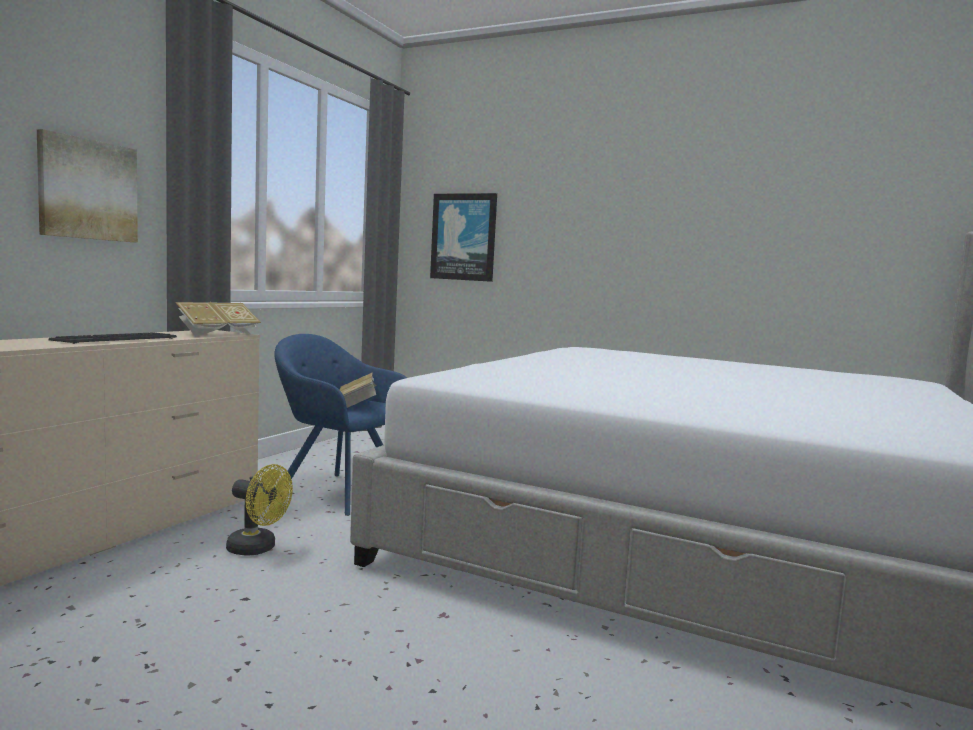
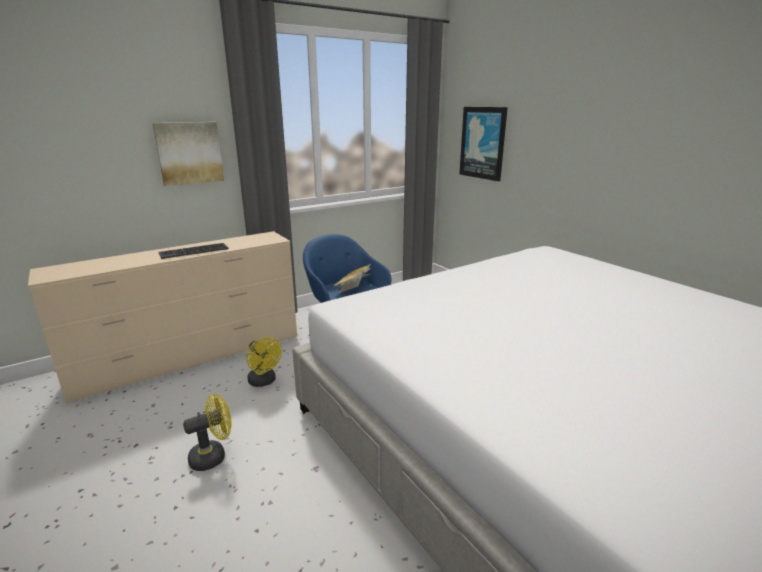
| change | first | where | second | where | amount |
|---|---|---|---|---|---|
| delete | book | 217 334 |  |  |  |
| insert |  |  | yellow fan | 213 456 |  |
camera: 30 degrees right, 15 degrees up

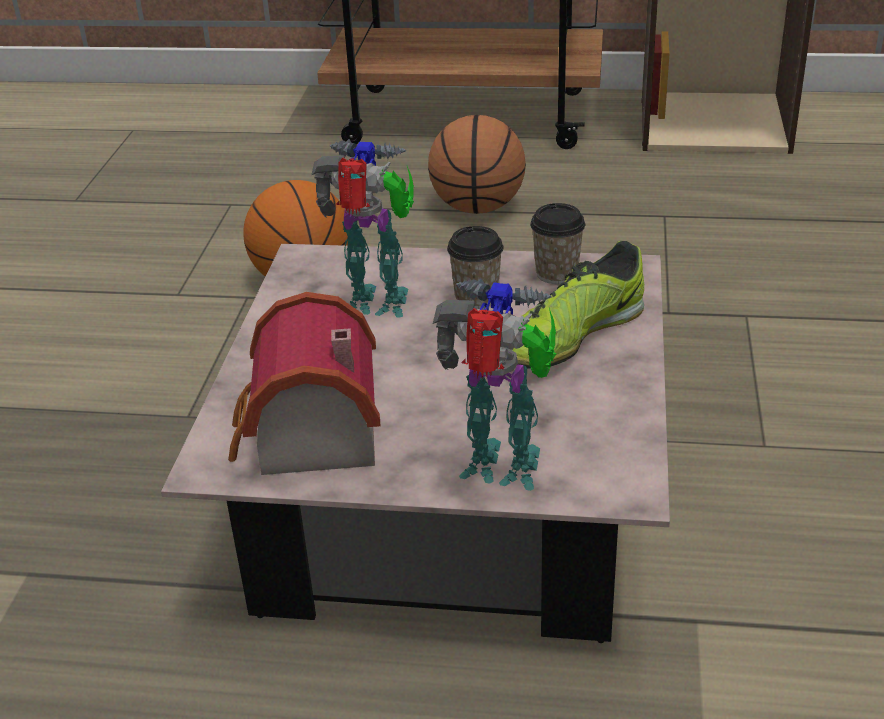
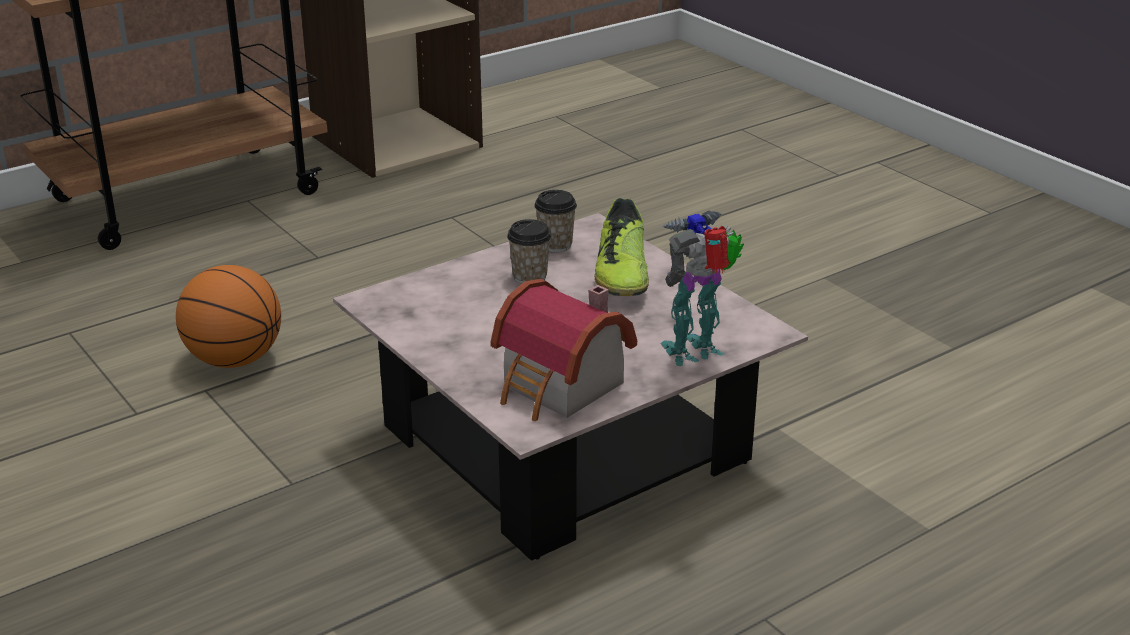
| change | first | where | second | where | amount |
|---|---|---|---|---|---|
| delete | toy robot | 379 306 |  |  |  |
| delete | basketball | 478 208 |  |  |  |
camera: 45 degrees left, 5 degrees down

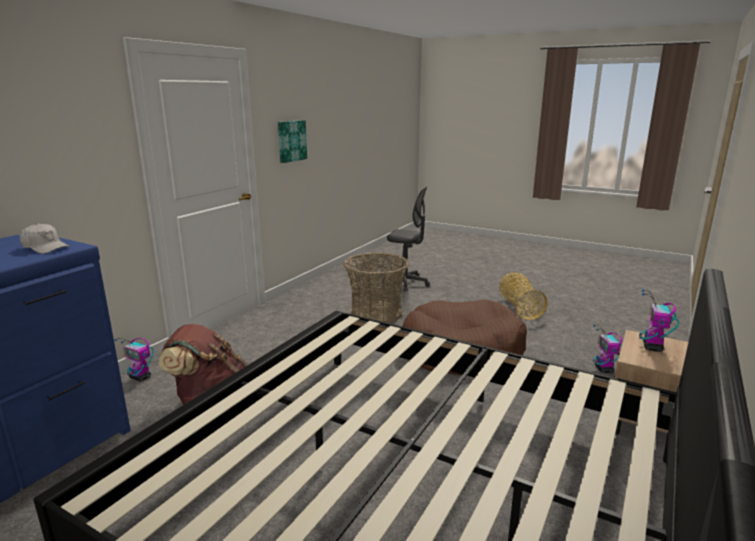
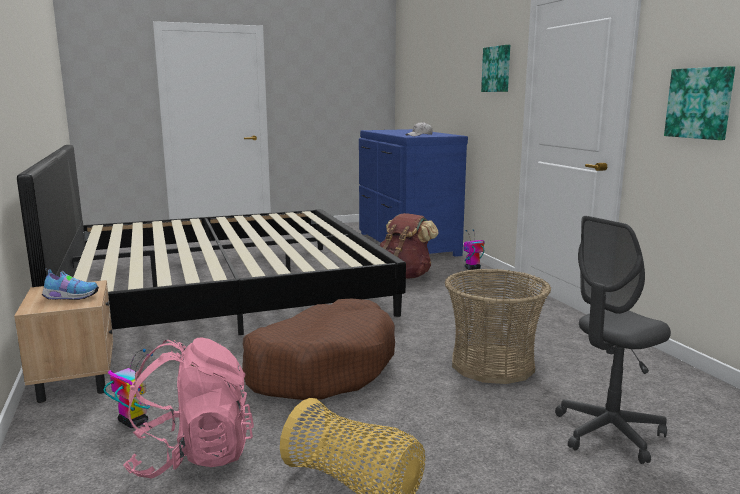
| change | first | where | second | where | amount |
|---|---|---|---|---|---|
| replace | toy robot | 652 347 | shoe | 70 297 |  |
| insert |  |  | pink backpack | 193 456 |  |
| insert |  |  | picture | 497 69 |  |
camera: 130 degrees right, 5 degrees down

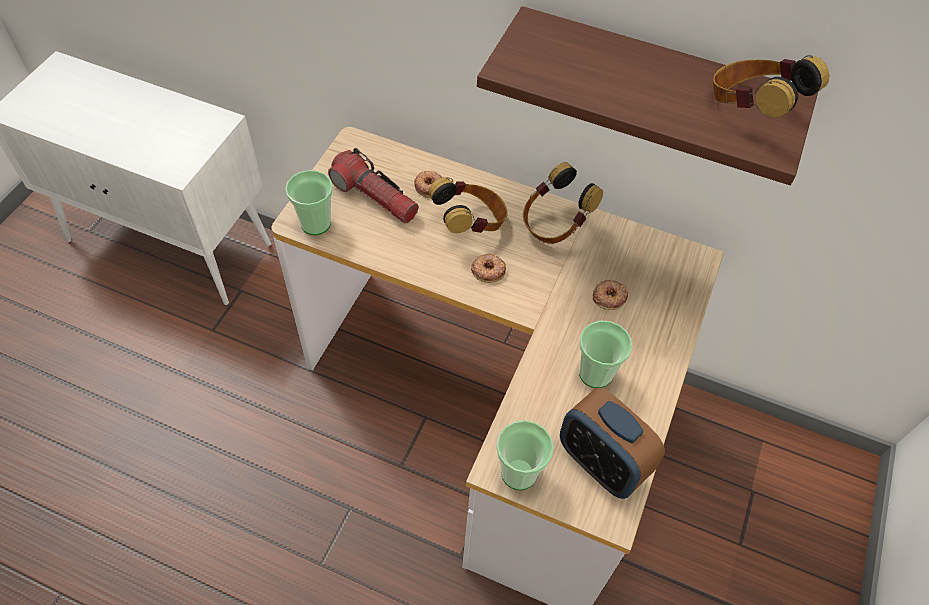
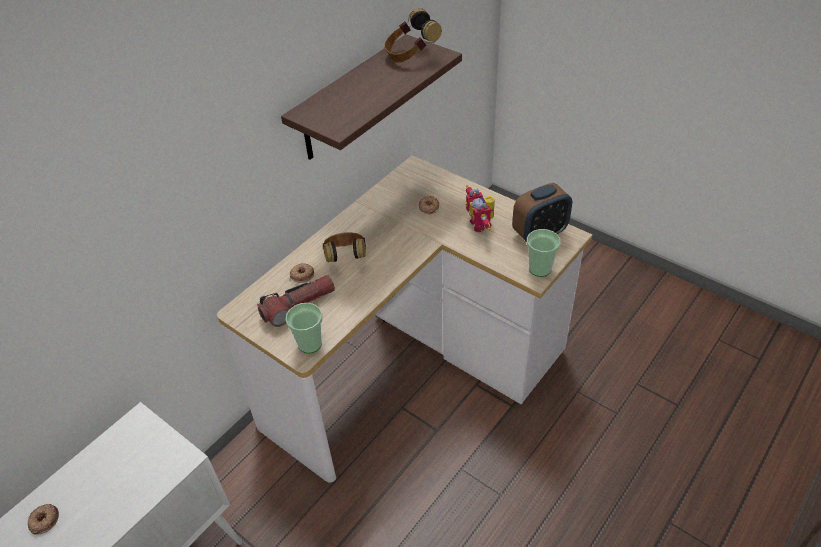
| change | first | where | second | where | amount |
|---|---|---|---|---|---|
| move | donut | 488 270 |  | 44 520 |  |
| delete | headphones | 555 224 |  |  |  |
| replace | cup | 595 373 | toy robot | 481 224 |  |
camera: 70 degrees left, 10 degrees down

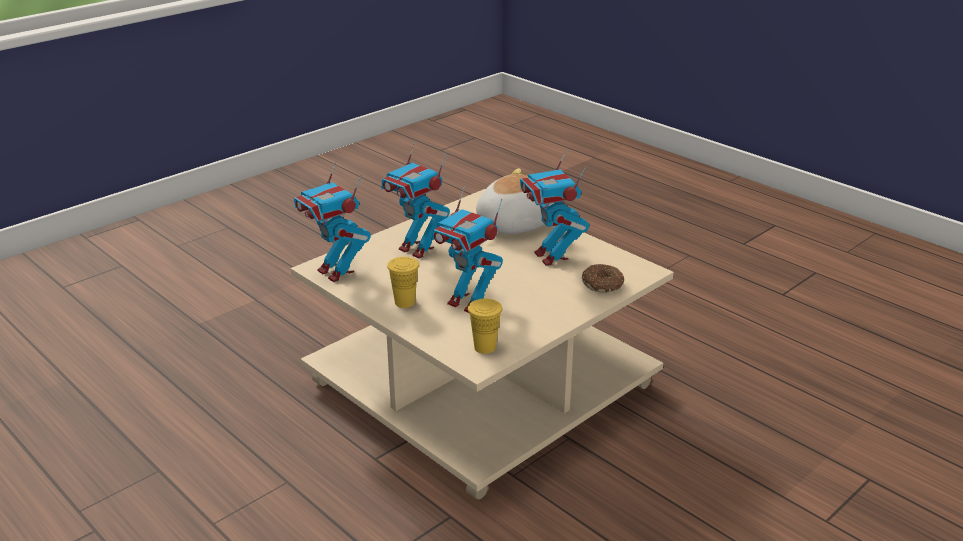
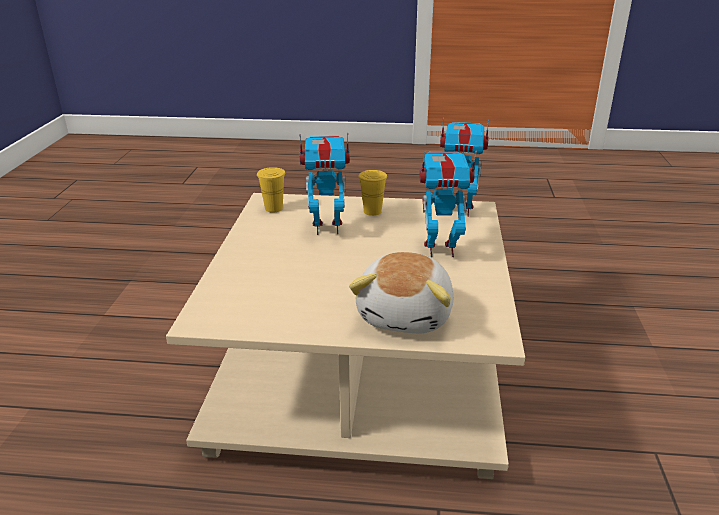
| change | first | where | second | where | amount |
|---|---|---|---|---|---|
| delete | toy robot | 551 257 |  |  |  |
| delete | donut | 603 285 |  |  |  |
camera: 140 degrees right, 0 degrees up

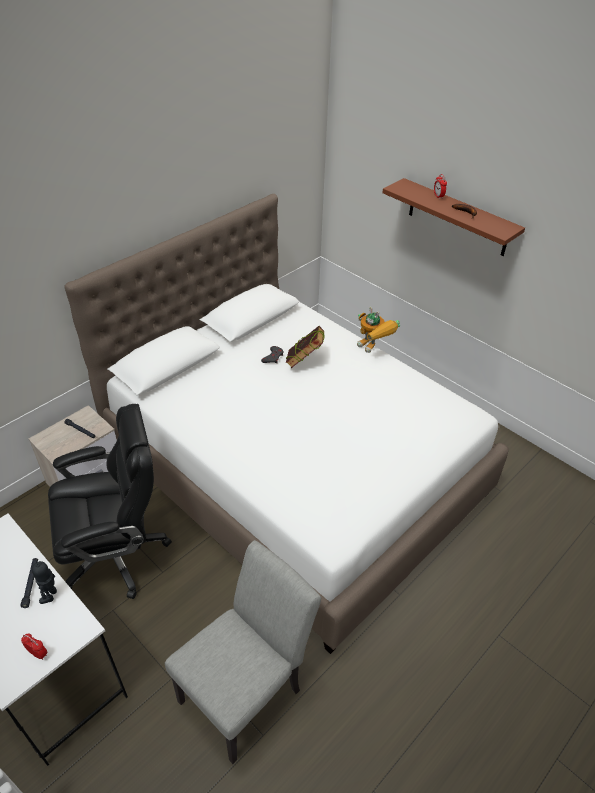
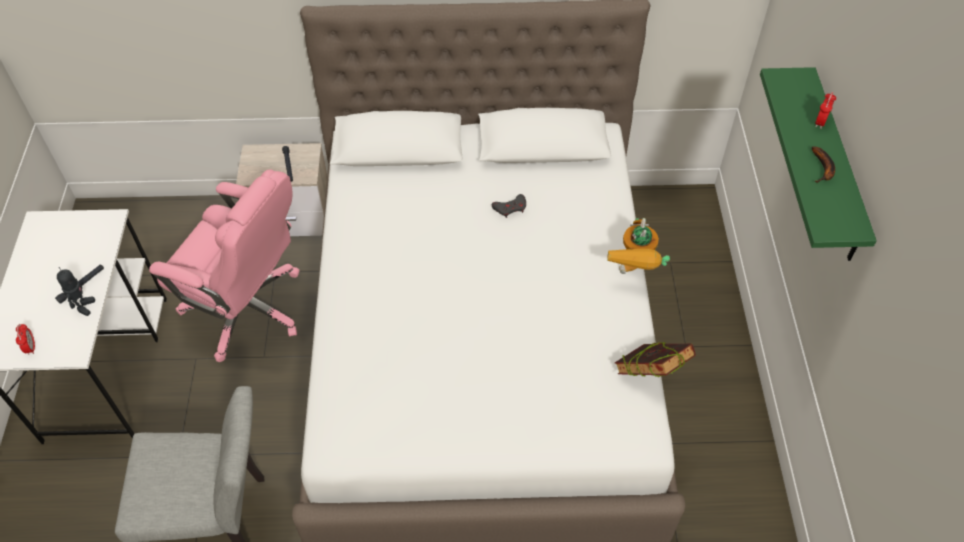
| change | first | where | second | where | amount |
|---|---|---|---|---|---|
| rotate | toy robot | 51 595 |  | 84 306 | 135 degrees clockwise |
| recolor | black office chair | 117 553 | pink office chair | 248 309 |  |
| move | book | 304 362 |  | 650 375 |  |
| recolor | brown shelf | 458 218 | green shelf | 835 168 |  |
camera: 45 degrees right, 10 degrees up

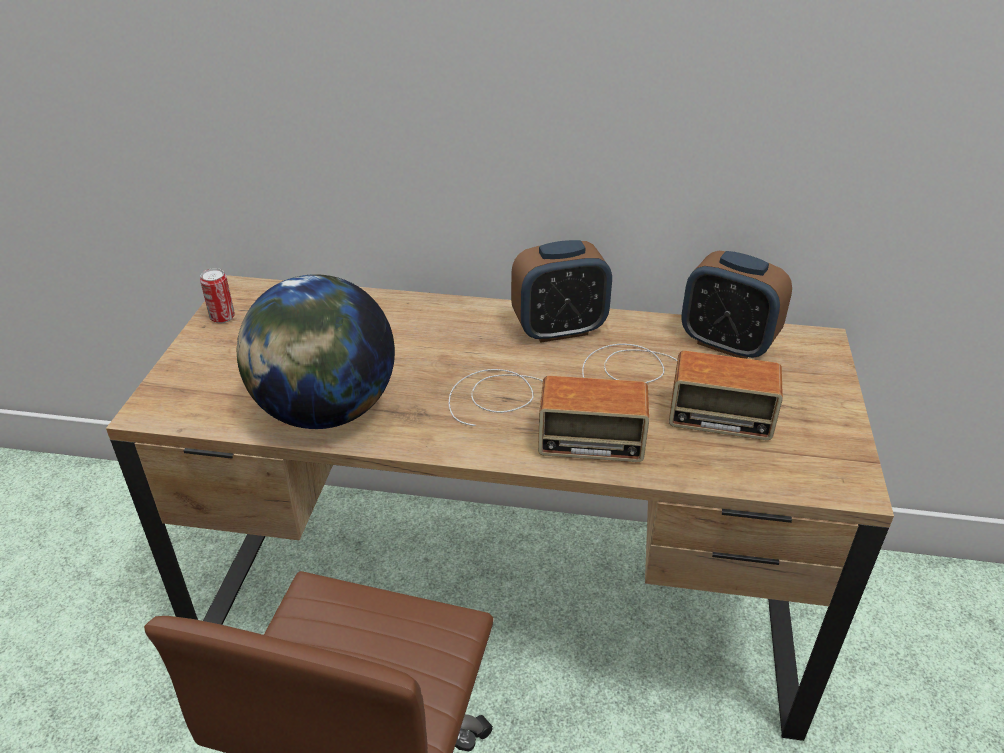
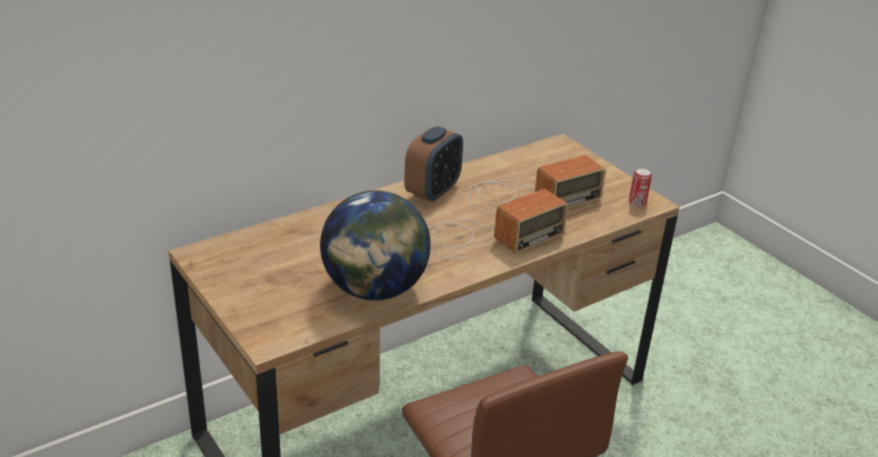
| change | first | where | second | where | amount |
|---|---|---|---|---|---|
| move | can | 222 317 |  | 637 202 |  |
| delete | alarm clock | 727 343 |  |  |  |
camera: 45 degrees left, 5 degrees down

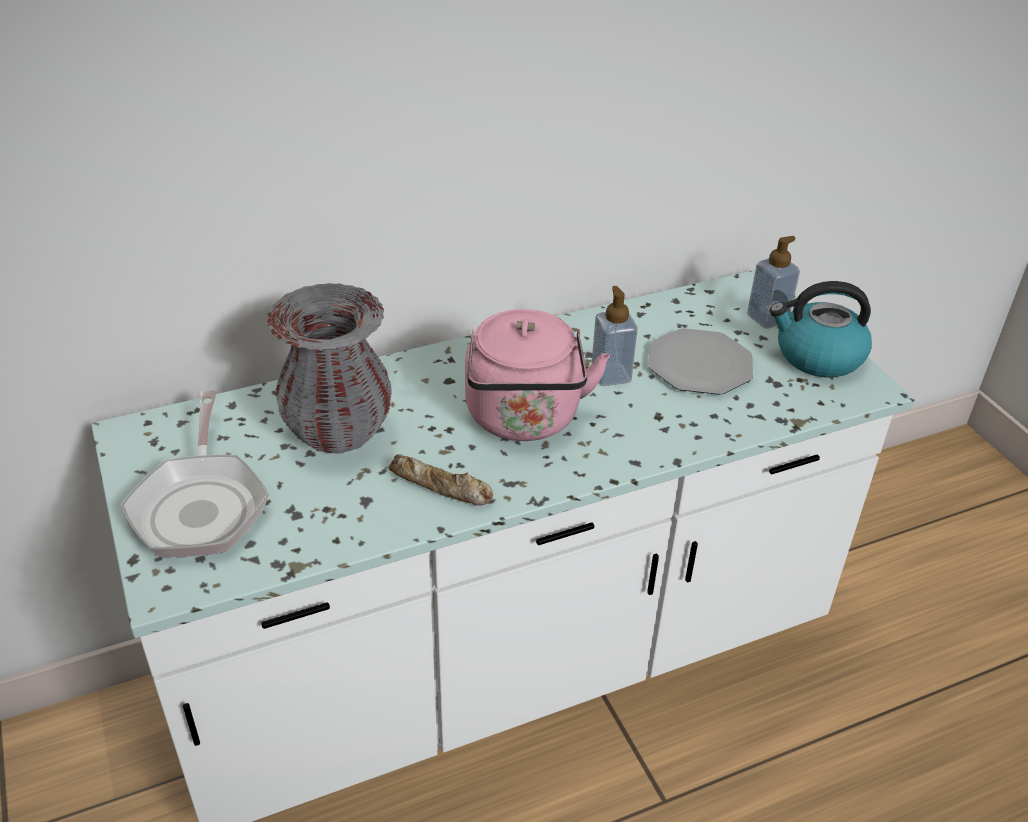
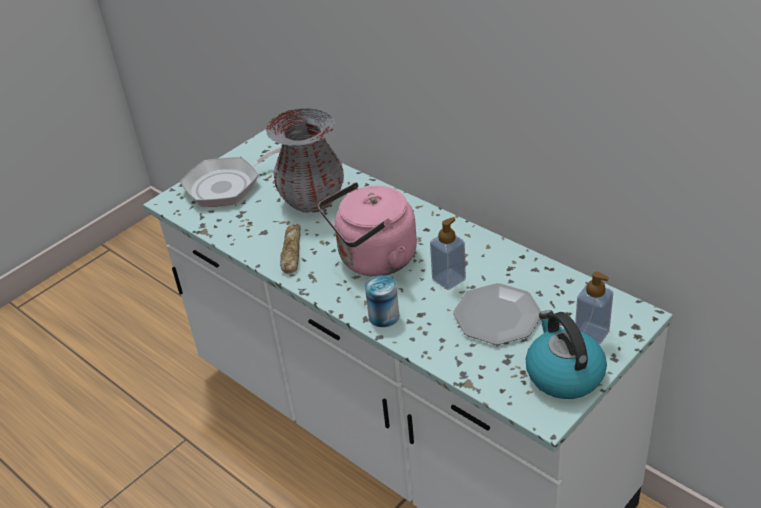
| change | first | where | second | where | amount |
|---|---|---|---|---|---|
| insert |  |  | can | 384 316 |  |
camera: 70 degrees right, 0 degrees up

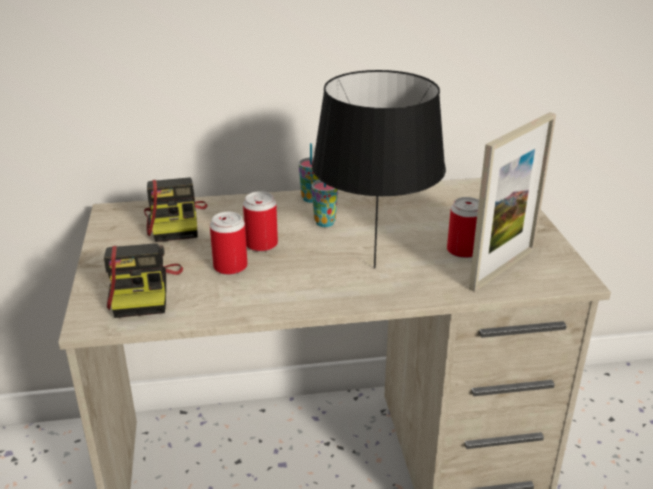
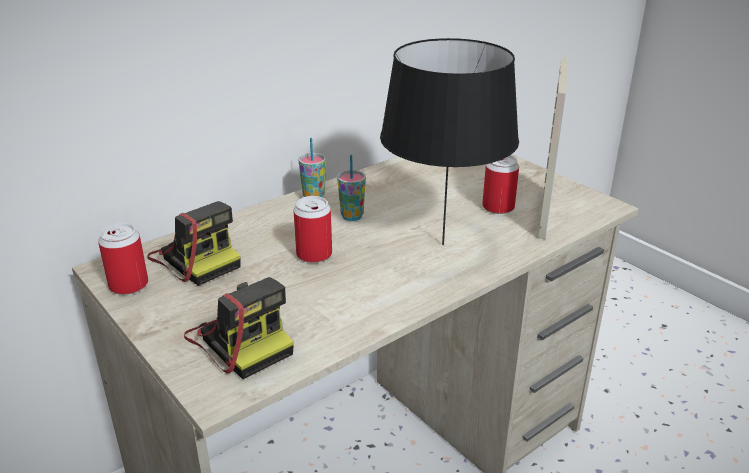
| change | first | where | second | where | amount |
|---|---|---|---|---|---|
| move | can | 230 267 |  | 129 285 |  |
camera: 30 degrees left, 0 degrees up

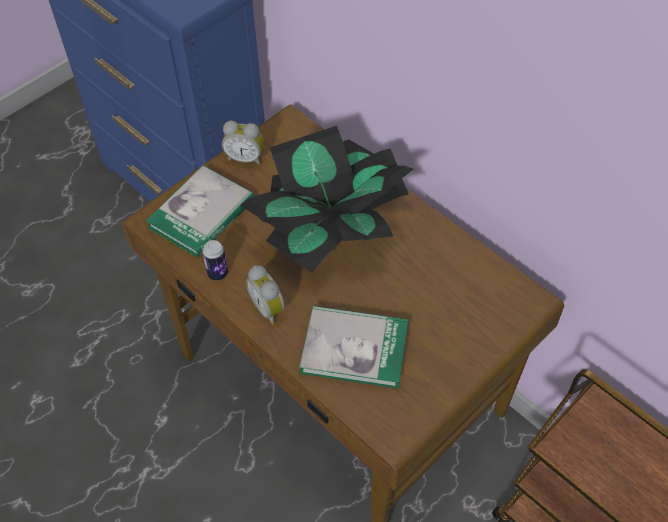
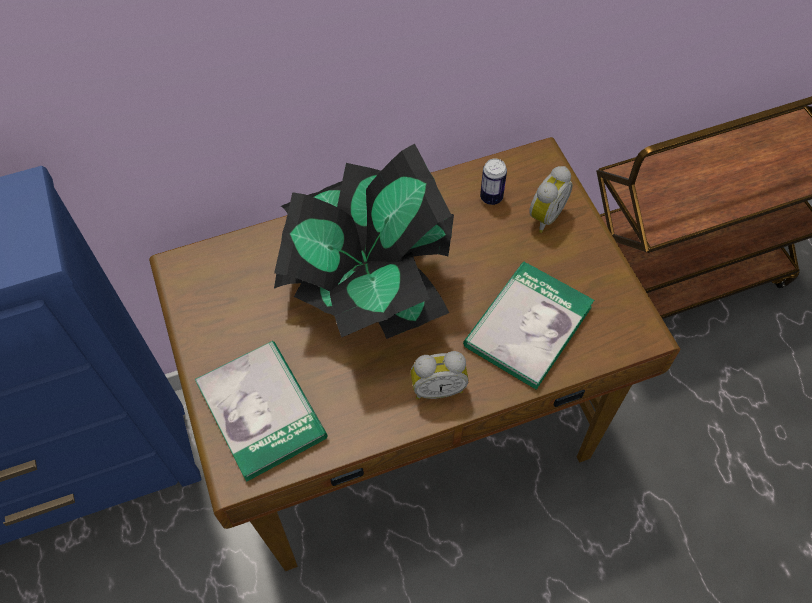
| change | first | where | second | where | amount |
|---|---|---|---|---|---|
| move | can | 217 273 |  | 491 197 |  |
| move | alarm clock | 245 158 |  | 544 215 |  |
camera: 65 degrees left, 5 degrees up

